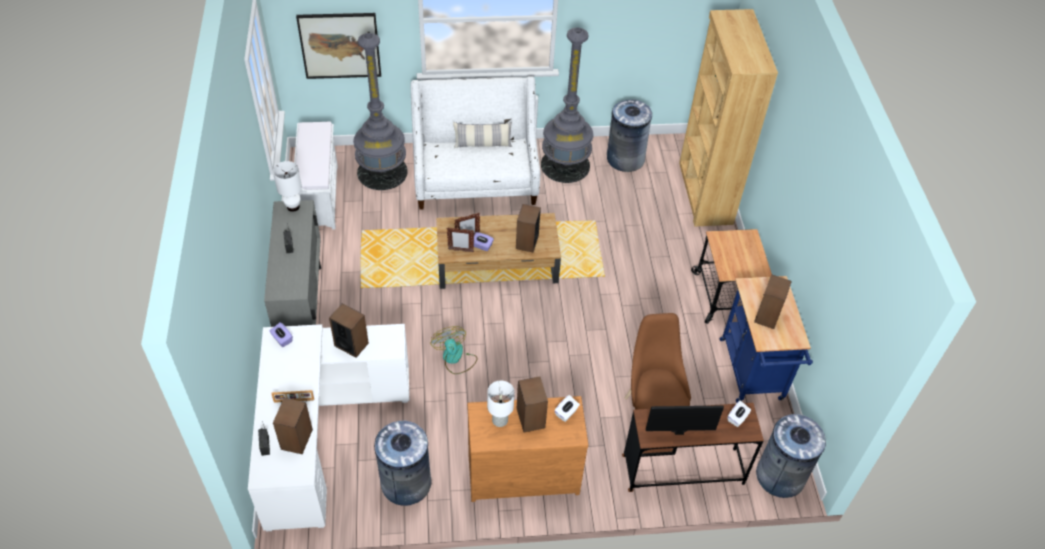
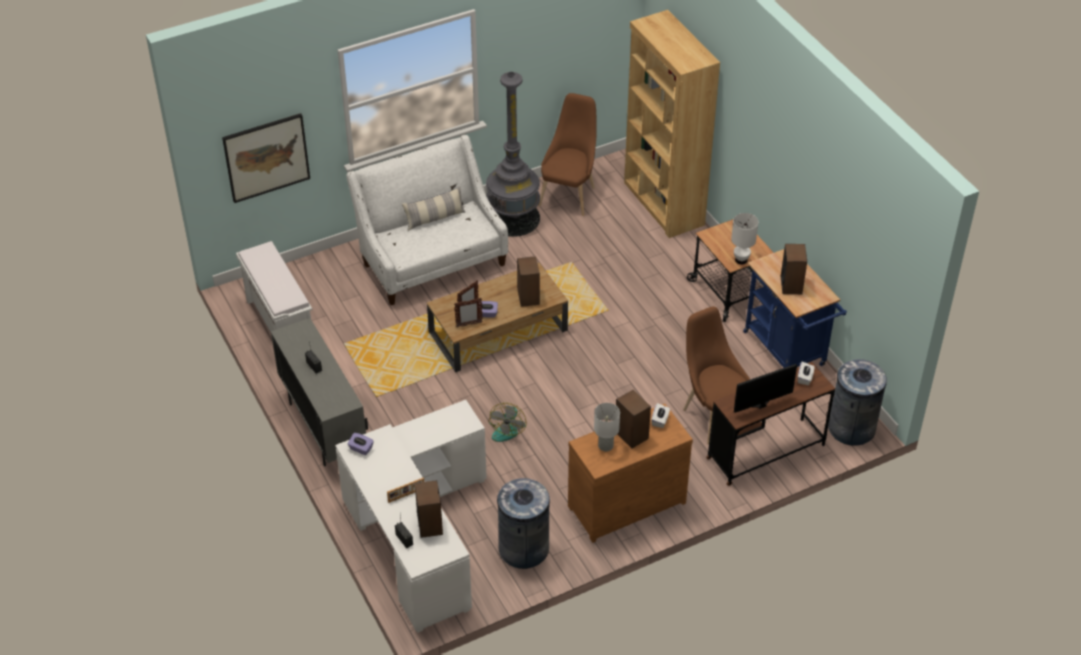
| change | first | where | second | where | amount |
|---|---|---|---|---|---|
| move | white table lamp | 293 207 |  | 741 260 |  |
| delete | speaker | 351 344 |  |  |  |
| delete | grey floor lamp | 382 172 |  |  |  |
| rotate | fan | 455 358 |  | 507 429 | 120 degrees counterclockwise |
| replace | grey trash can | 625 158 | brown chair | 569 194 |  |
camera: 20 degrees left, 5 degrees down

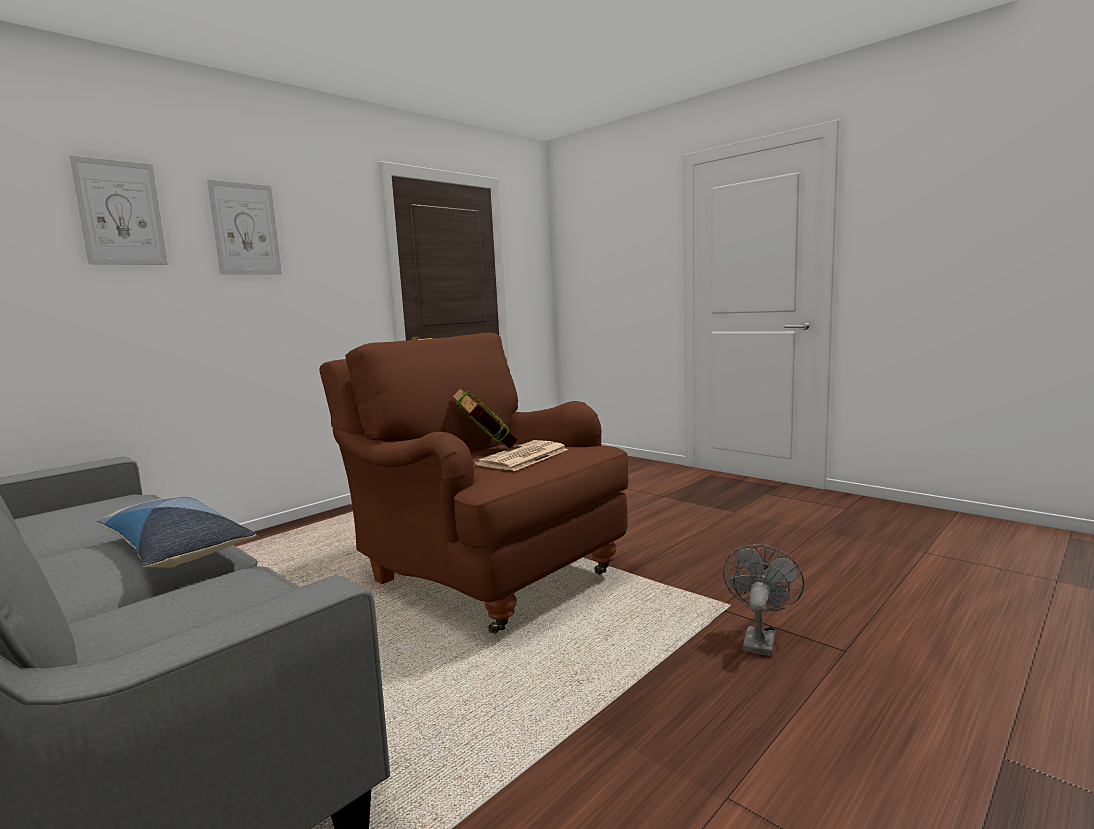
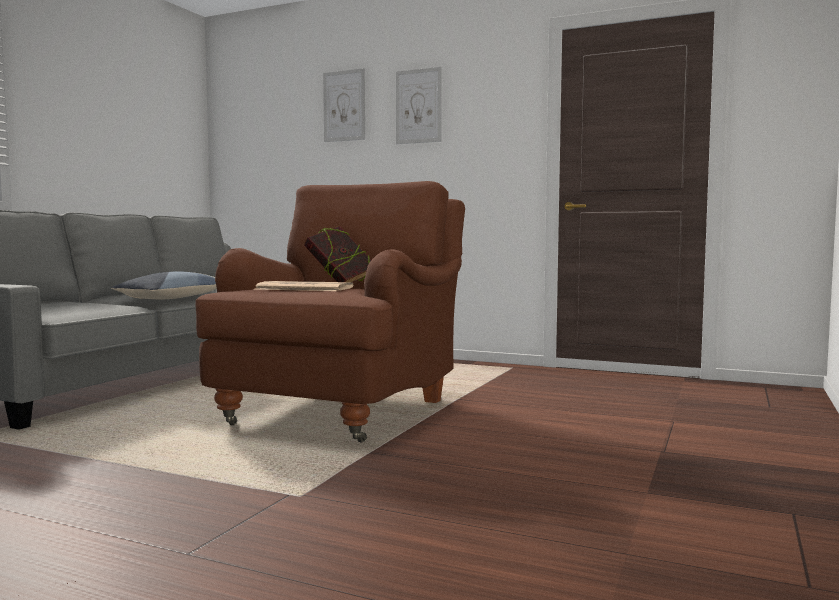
| change | first | where | second | where | amount |
|---|---|---|---|---|---|
| delete | grey fan | 759 638 |  |  |  |
camera: 70 degrees right, 5 degrees down

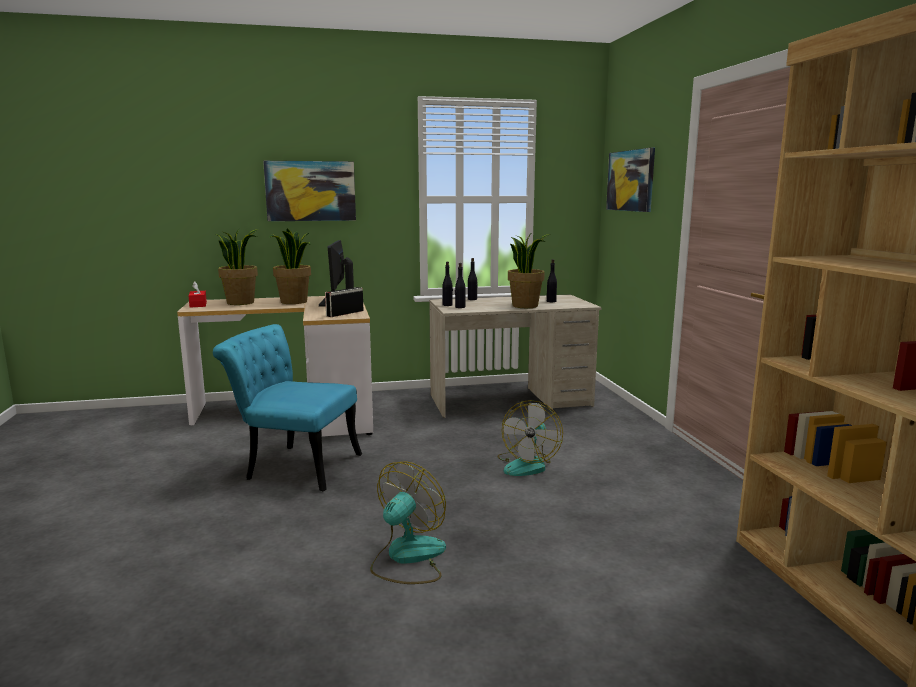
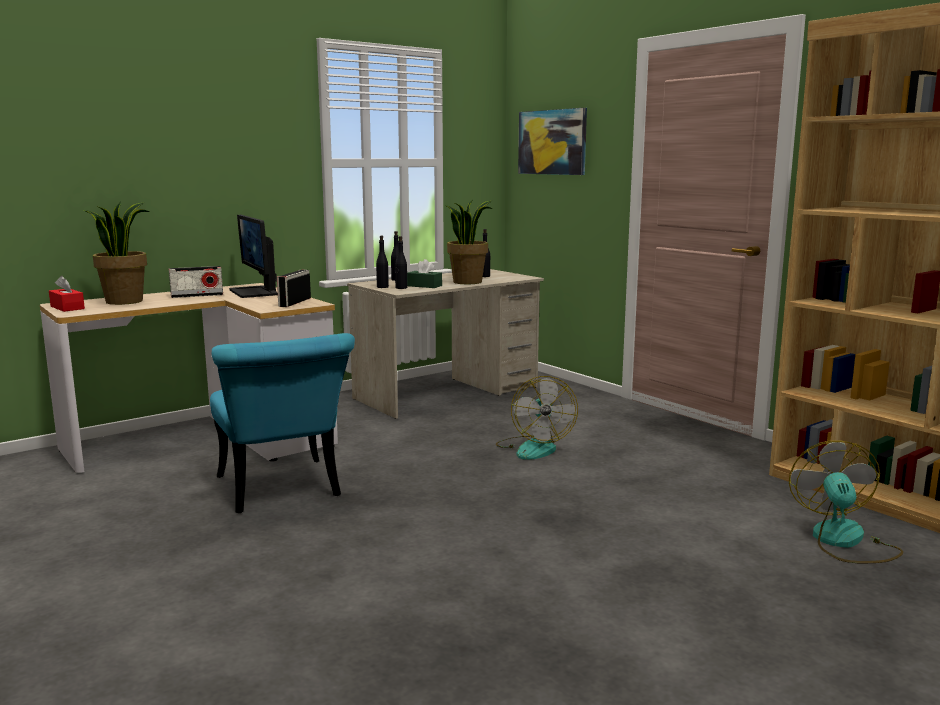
| change | first | where | second | where | amount |
|---|---|---|---|---|---|
| rotate | turquoise chair | 294 466 |  | 282 491 | 105 degrees counterclockwise |
| delete | picture | 310 191 |  |  |  |
| replace | potted plant | 294 302 | radio | 197 295 |  |
| move | fan | 407 557 |  | 844 541 |  |
| insert |  |  | green tissue box | 424 286 |  |
camera: 25 degrees left, 0 degrees up

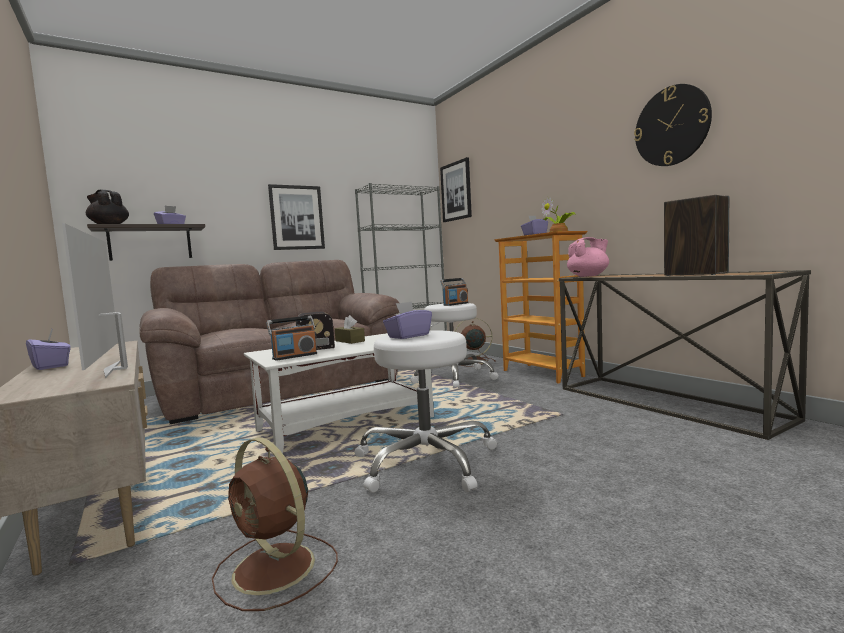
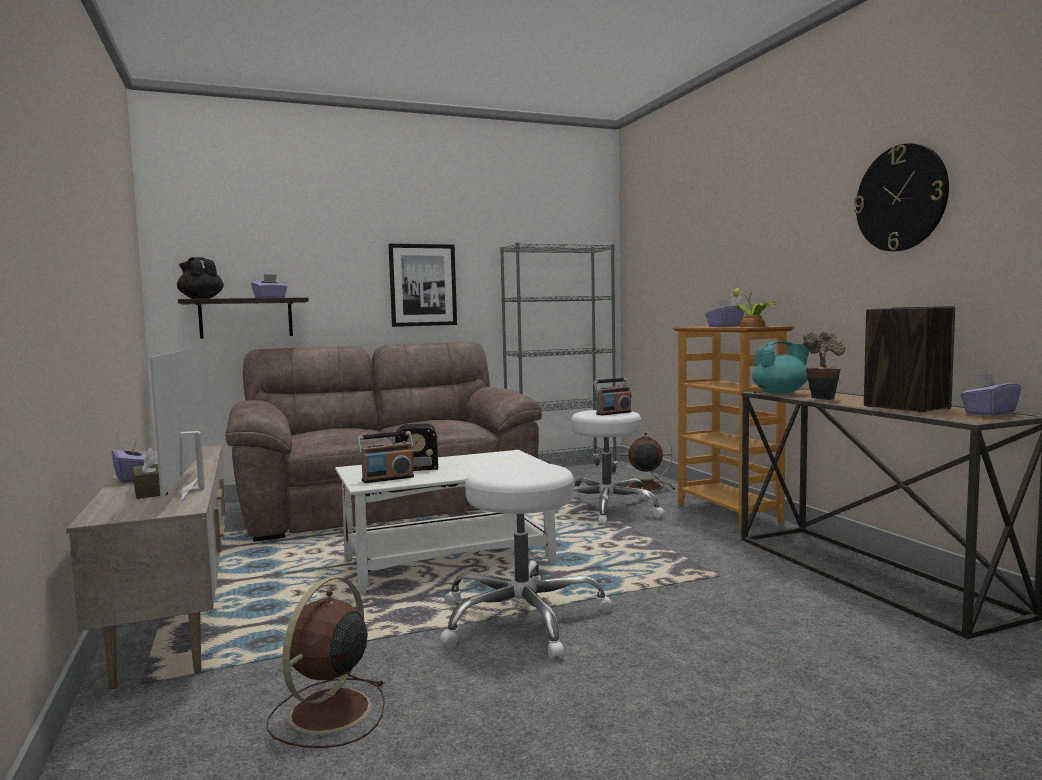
| change | first | where | second | where | amount |
|---|---|---|---|---|---|
| rotate | brown fan | 276 569 |  | 328 713 | 60 degrees clockwise |
| move | brown tissue box | 350 341 |  | 151 491 |  |
| move | purple tissue box | 408 336 |  | 989 413 |  |
| delete | picture | 456 191 |  |  |  |
| recolor | pink teapot | 588 276 | turquoise teapot | 781 393 |  |
| insert |  |  | potted plant | 822 398 |  |
camera: 10 degrees right, 0 degrees up

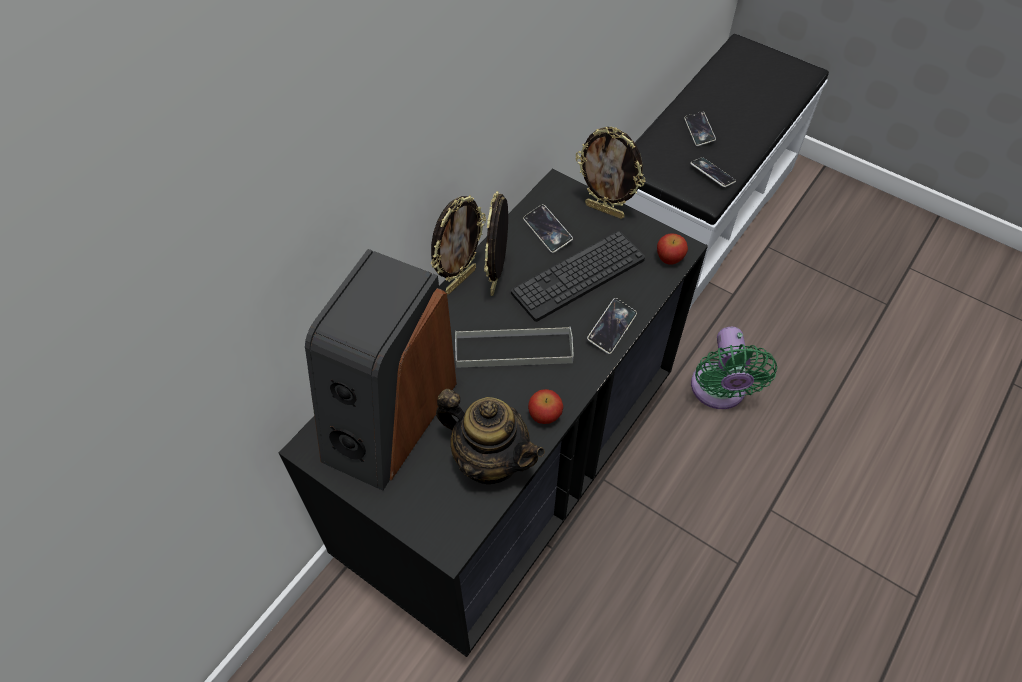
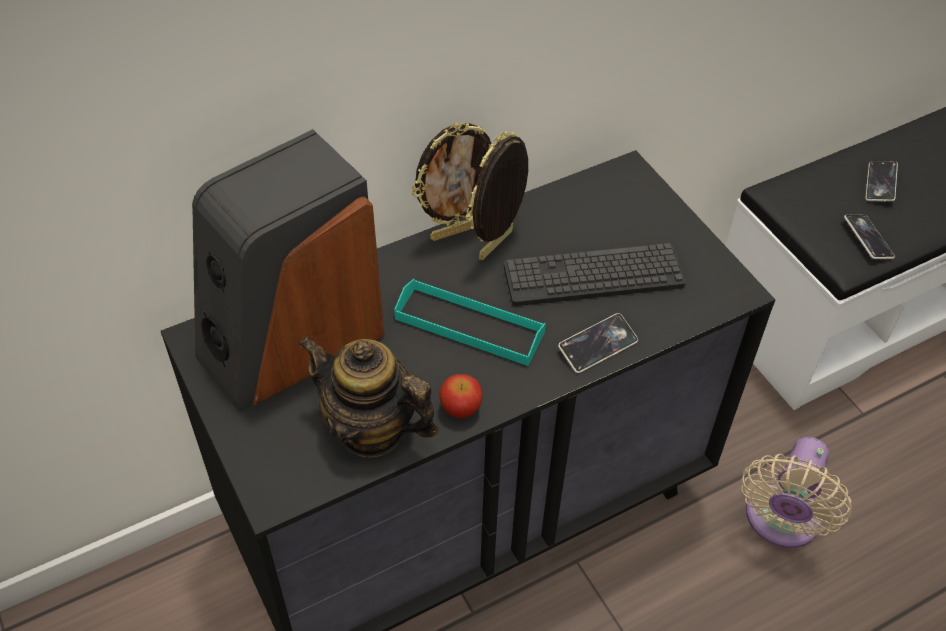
| change | first | where | second | where | amount |
|---|---|---|---|---|---|
| rotate | teapot | 490 459 |  | 371 429 | 150 degrees clockwise |
| recolor | grey tray | 513 350 | turquoise tray | 469 326 |  |
| delete | phone | 547 231 |  |  |  |
| delete | picture frame | 605 210 |  |  |  |
| delete | apple | 669 258 |  |  |  |
| recolor | green fan | 719 391 | beige fan | 780 522 |  |
camera: 25 degrees right, 5 degrees down

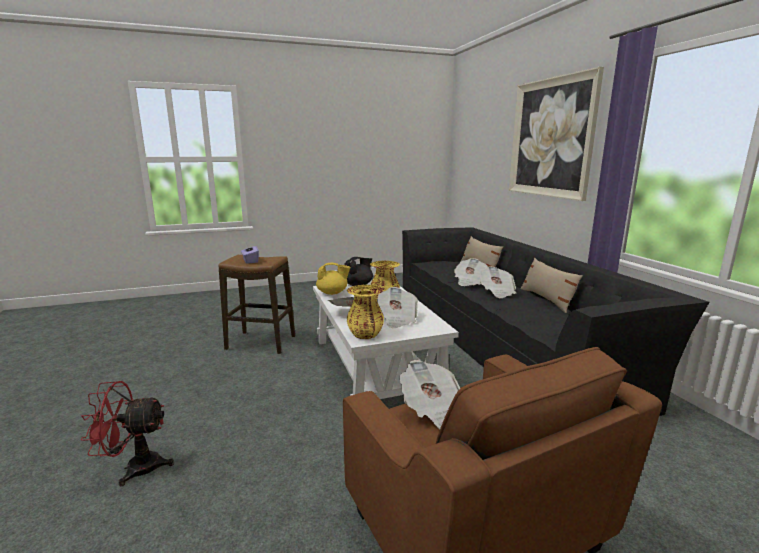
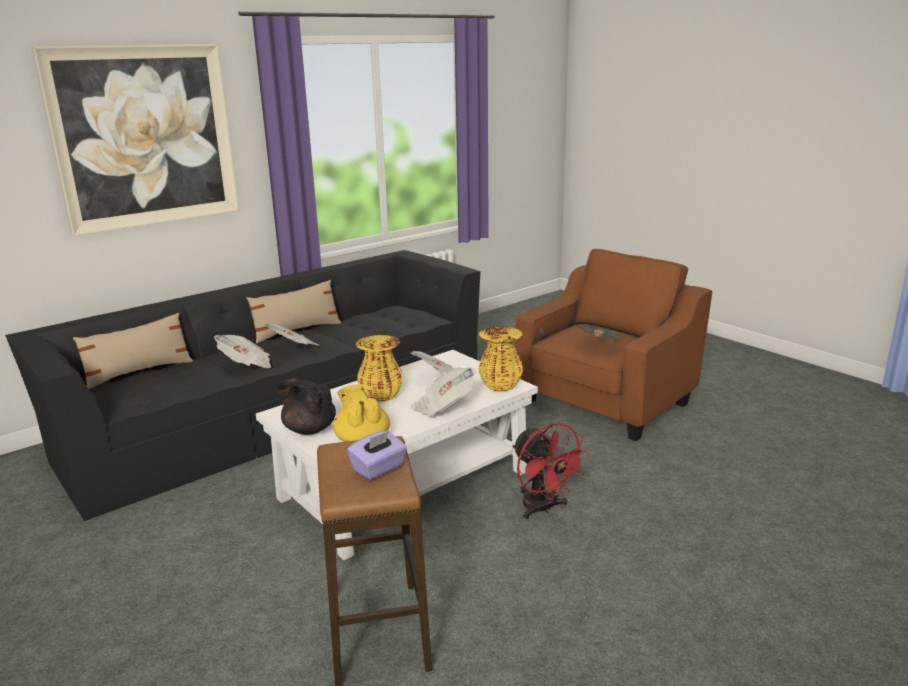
| change | first | where | second | where | amount |
|---|---|---|---|---|---|
| move | red fan | 135 468 |  | 543 509 |  |
camera: 110 degrees left, 5 degrees up

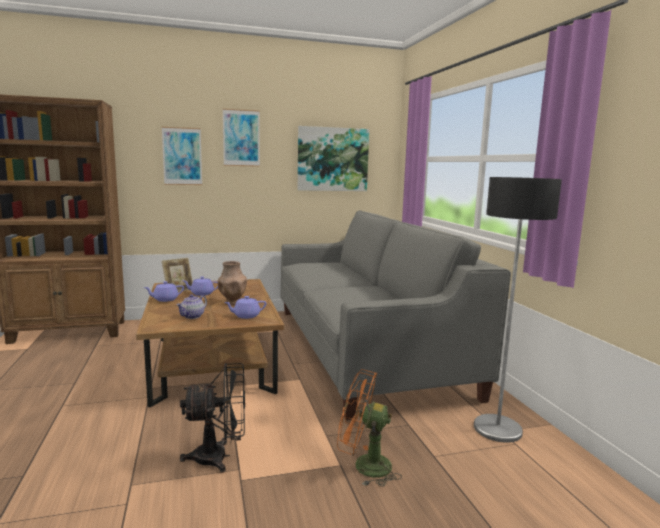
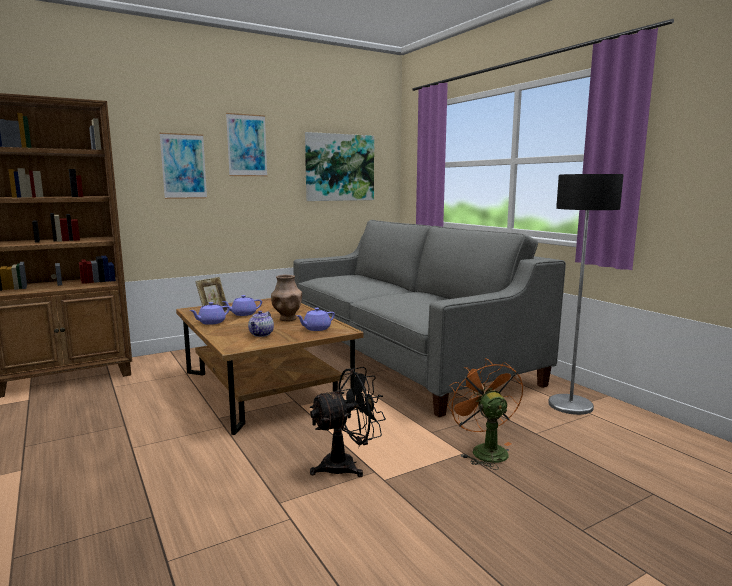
| change | first | where | second | where | amount |
|---|---|---|---|---|---|
| rotate | orange fan | 364 466 |  | 484 450 | 75 degrees clockwise |
camera: 15 degrees left, 0 degrees up

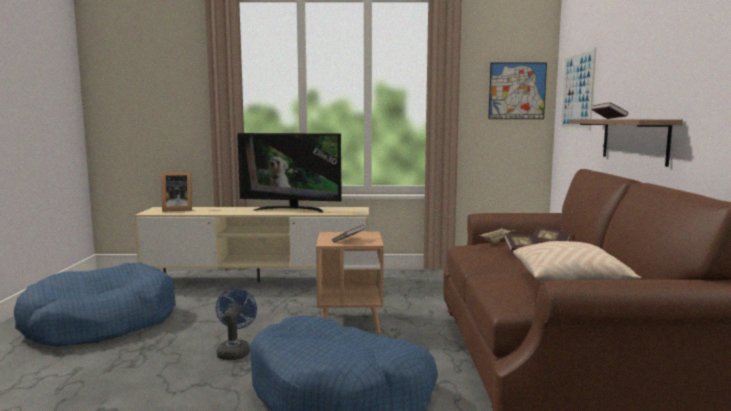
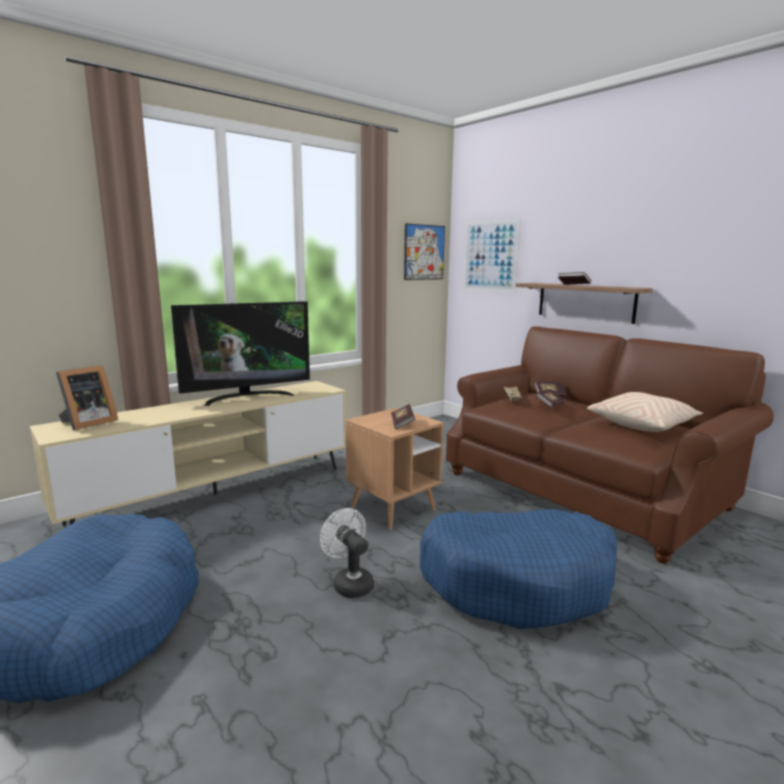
| change | first | where | second | where | amount |
|---|---|---|---|---|---|
| recolor | blue fan | 234 351 | white fan | 349 583 |  |
camera: 40 degrees left, 5 degrees up

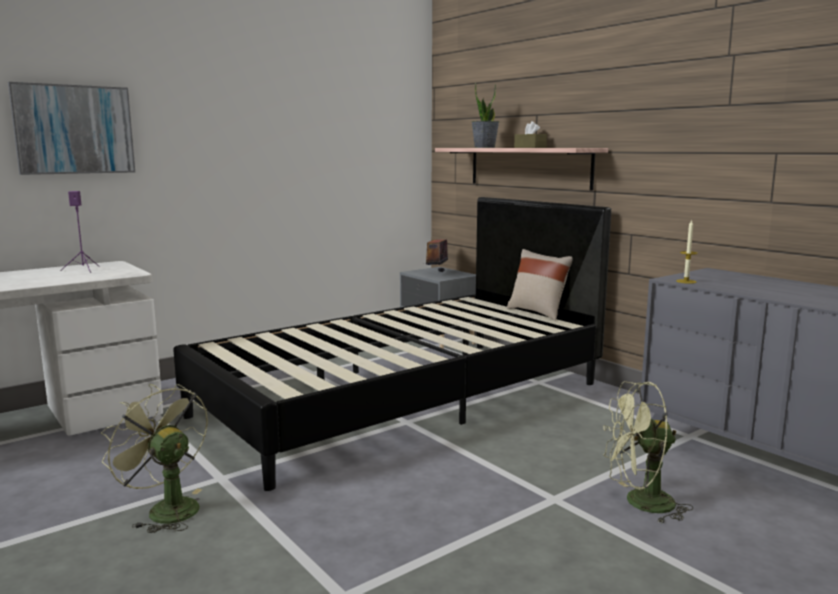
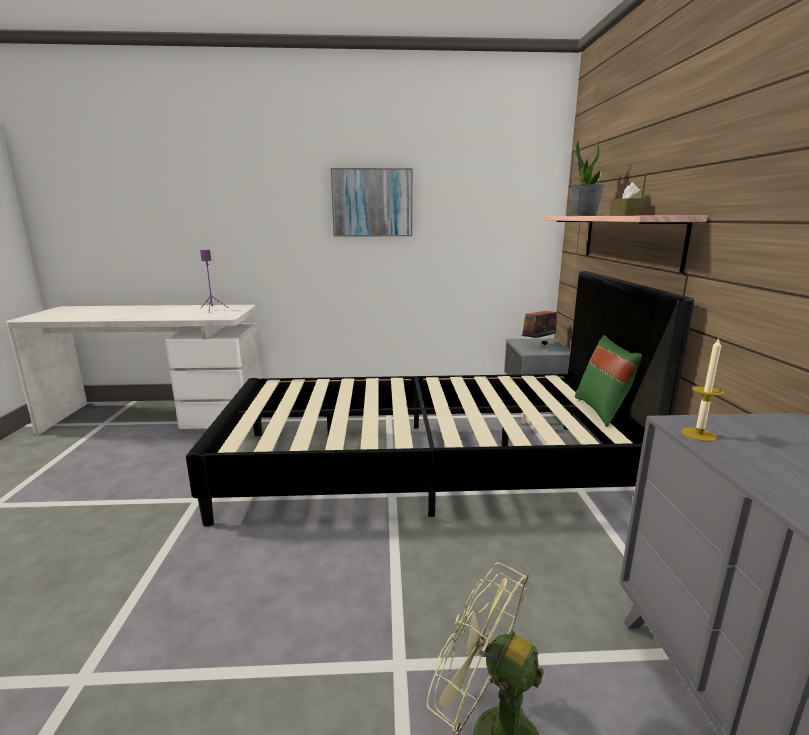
| change | first | where | second | where | amount |
|---|---|---|---|---|---|
| move | picture | 74 129 |  | 372 203 |  |
| delete | green fan | 165 509 |  |  |  |
| recolor | beige pillow | 538 312 | green pillow | 603 411 |  |
camera: 35 degrees right, 5 degrees up

